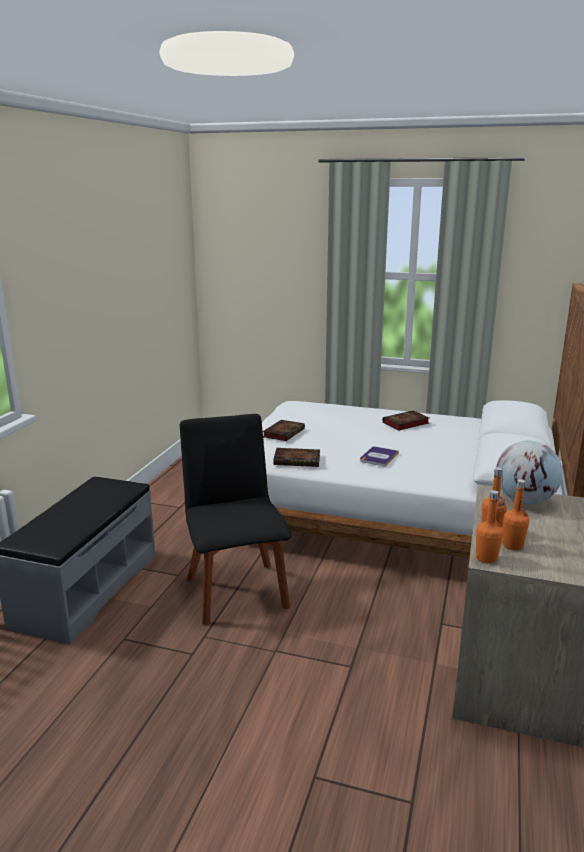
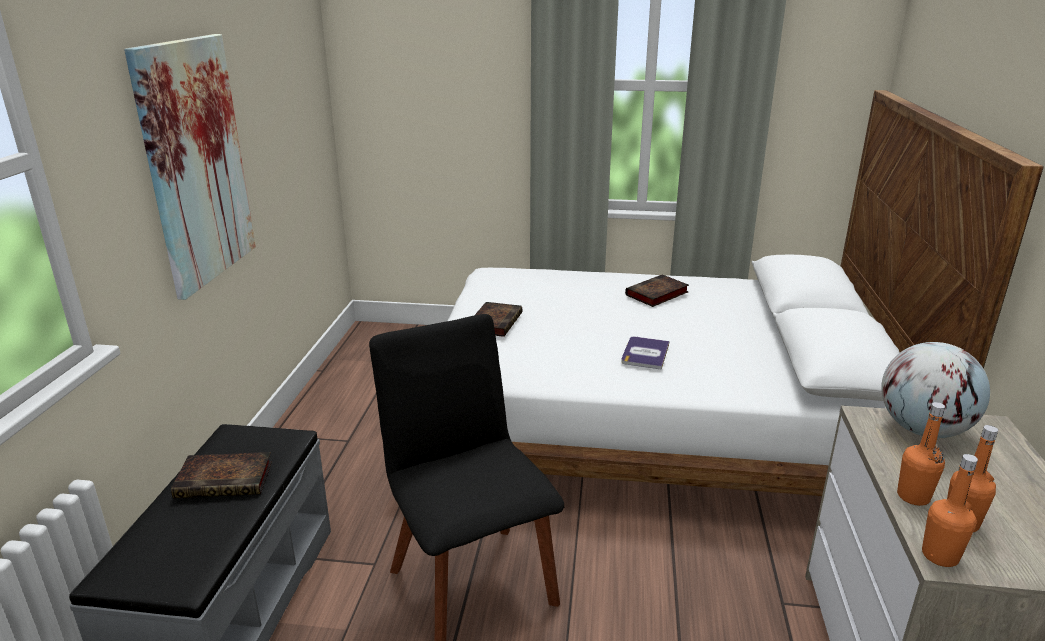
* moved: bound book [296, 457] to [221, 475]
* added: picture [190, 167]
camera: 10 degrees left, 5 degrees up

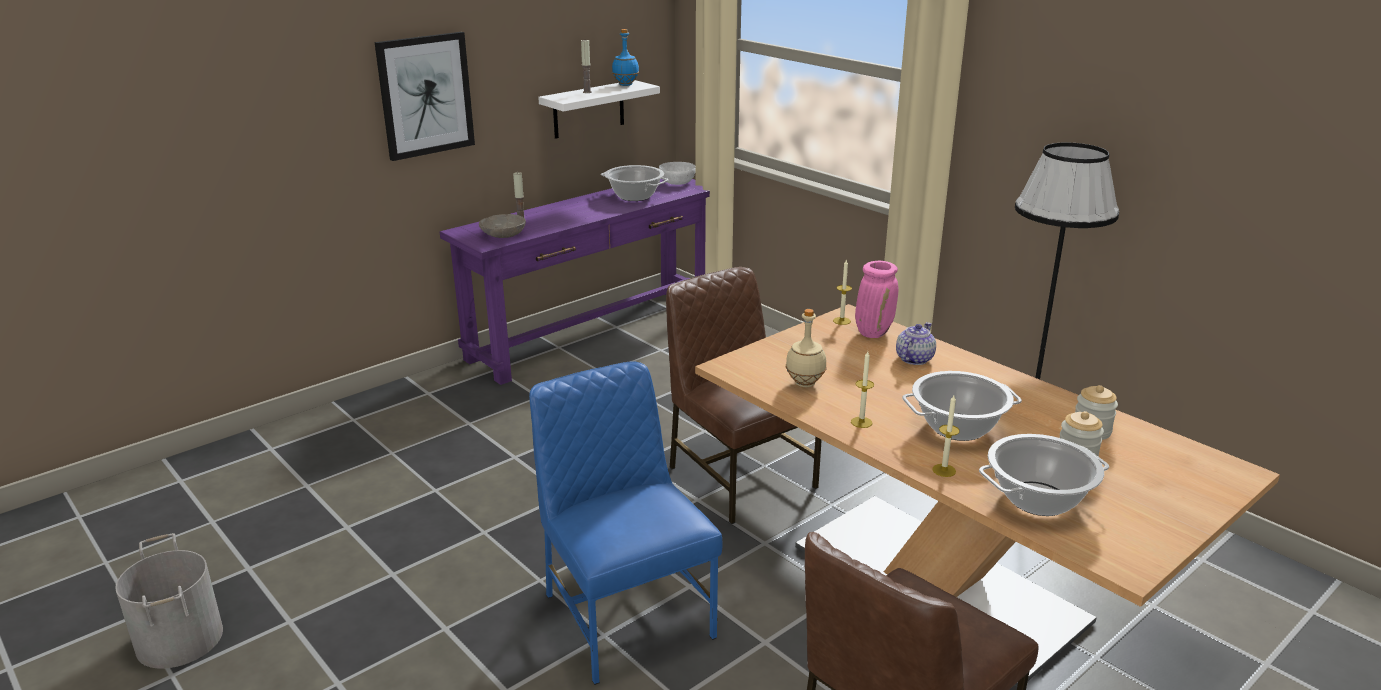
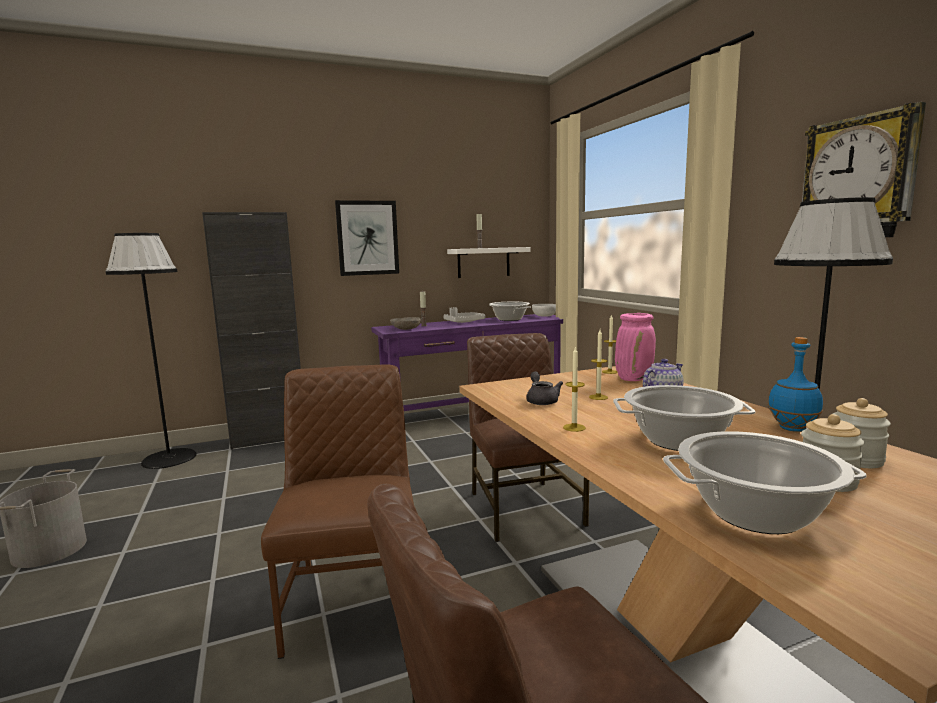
* moved: bluish beverage bottle [625, 57] to [795, 384]
* replaced: beige beverage bottle [806, 348] to grey tea pot [544, 388]
* recoloured: bluish upright chair [625, 523] to brownish upright chair [337, 511]
* moved: candle [946, 436] to [598, 365]
* added: hanging clock [864, 169]
* added: black-coloured cupboard [251, 331]
* added: black-coloured floor lamp [151, 351]
* added: grey carrying tray [464, 315]
camera: 20 degrees right, 15 degrees down

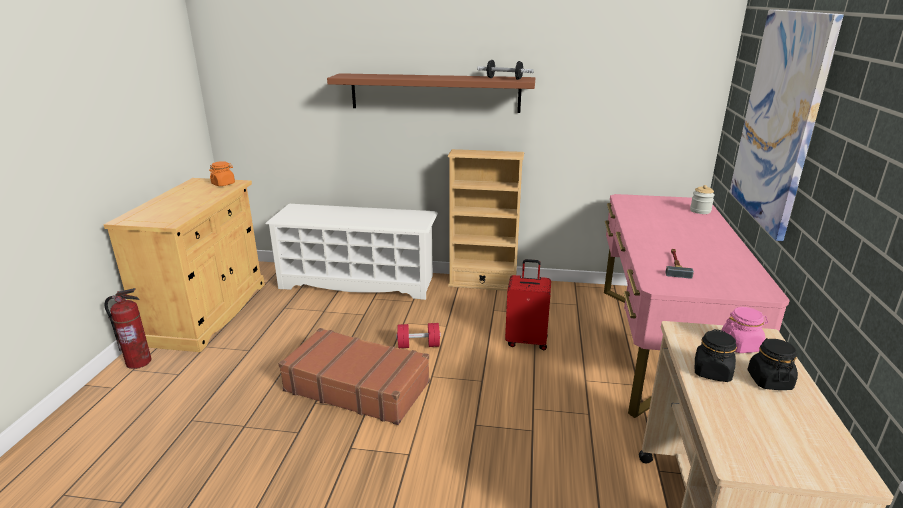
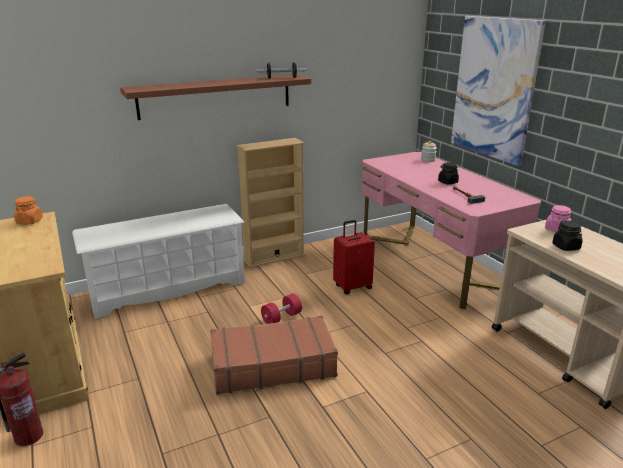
* moved: black-coloured storage jar [773, 364] to [448, 174]
camera: 35 degrees left, 0 degrees up

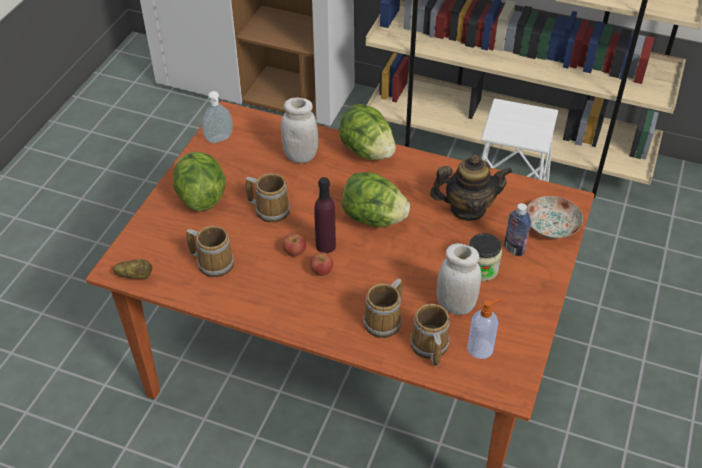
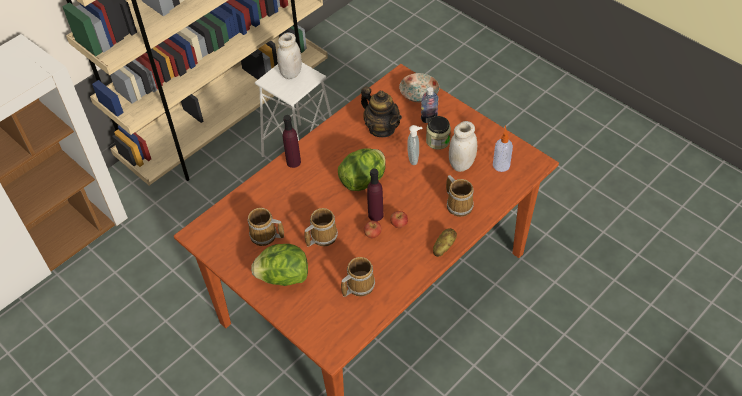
* moved: soap bottle [217, 117] to [414, 145]
* moved: white-coloured storage jar [299, 130] to [289, 56]
* replaced: head of lettuce [367, 132] to purple beverage bottle [292, 141]
* turned: tea pot [471, 187] = [381, 111] 120 degrees clockwise
* moved: potato [132, 269] to [445, 242]
* moved: mug [430, 335] to [265, 227]
camera: 65 degrees left, 5 degrees up

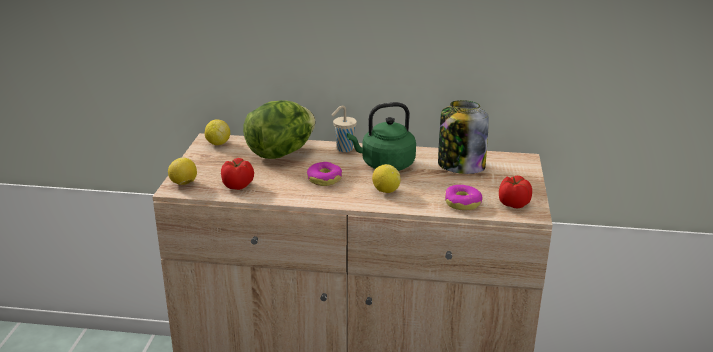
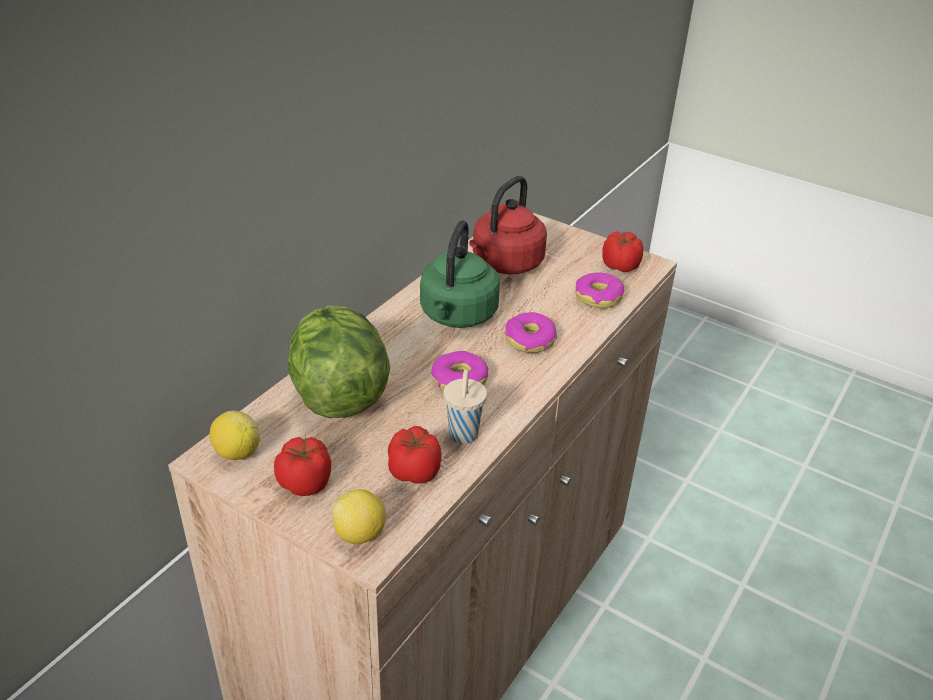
* replaced: storage jar [463, 137] to red-coloured water kettle [508, 225]
* moved: beige drinking cup [344, 128] to [465, 406]
* replaced: whole lemon [386, 178] to ring doughnut [531, 332]
* added: fresh tomato [302, 466]
camera: 65 degrees left, 10 degrees up

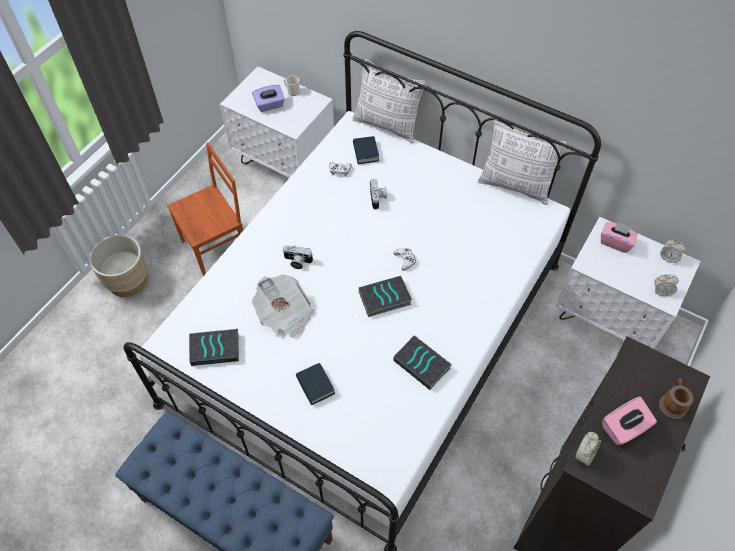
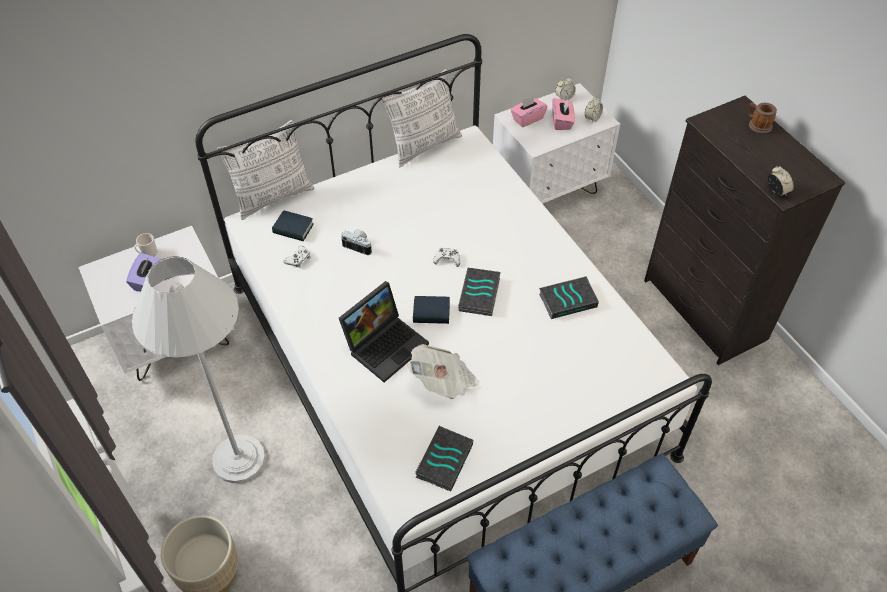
* replaced: brownish upright chair [205, 209] to white-coloured floor lamp [199, 369]
* replaced: still camera [297, 257] to laptop [384, 331]
* moved: bound book [315, 384] to [431, 310]
* moved: pinkish tissue box [629, 421] to [563, 114]
camera: 60 degrees left, 5 degrees down

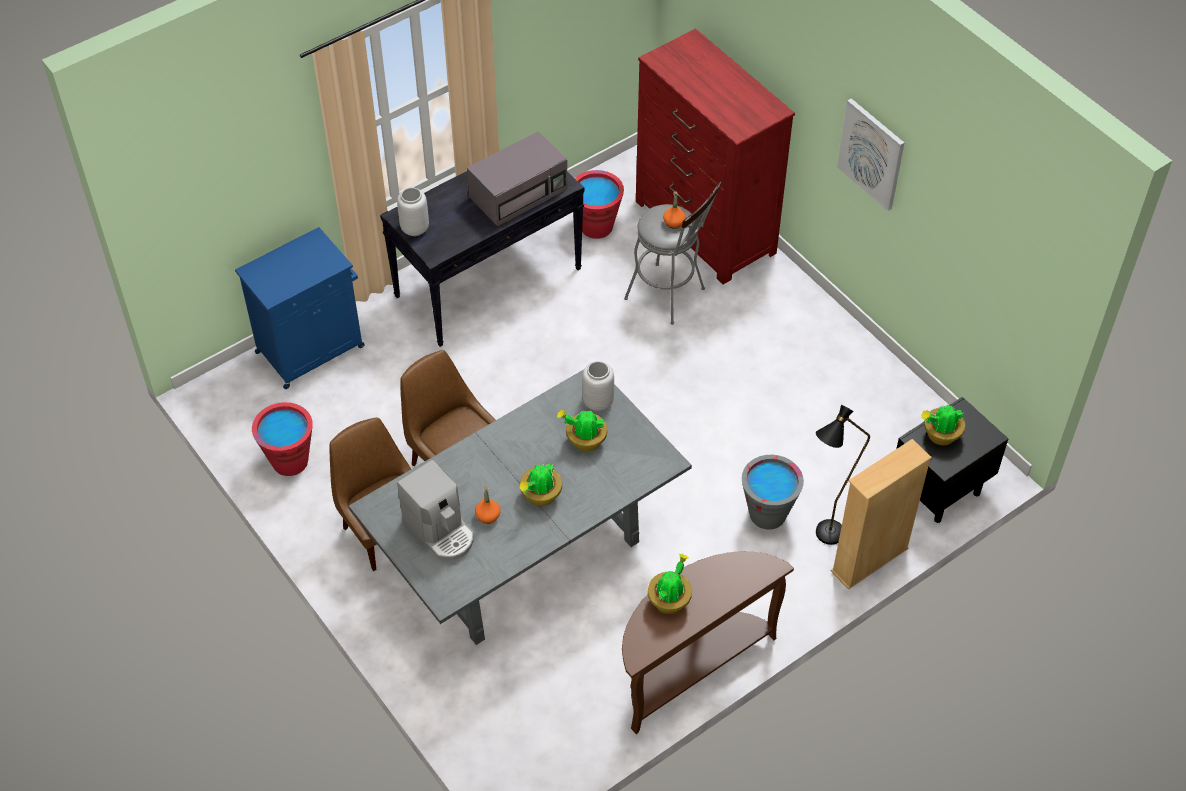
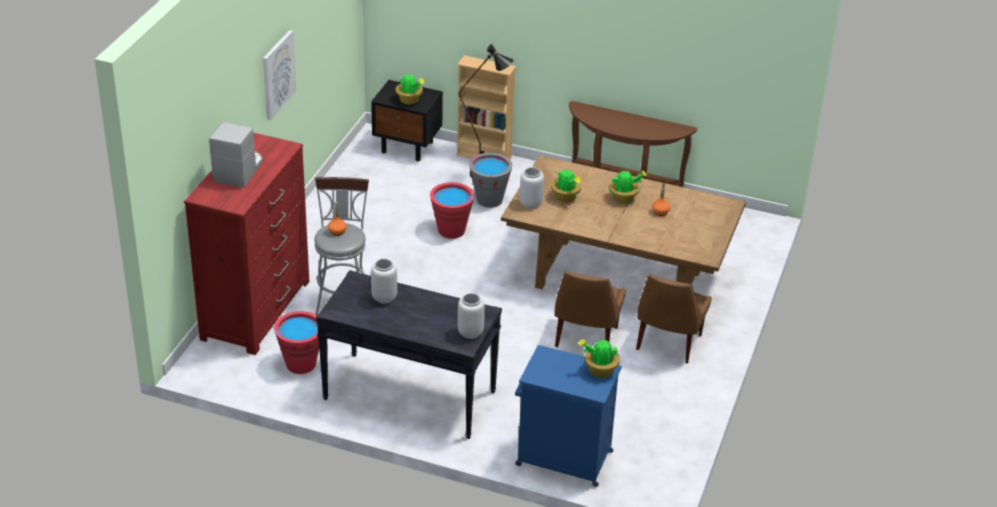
* replaced: grey kitchen microwave [517, 178] to grey vase [384, 281]
* recoloured: grey dinner table [520, 507] to brownish dinner table [623, 222]
* moved: red-coloured pail [282, 439] to [452, 210]
* moved: coffee brewer [435, 510] to [236, 155]
* moved: houseplant [670, 584] to [599, 358]
camera: 125 degrees left, 15 degrees down

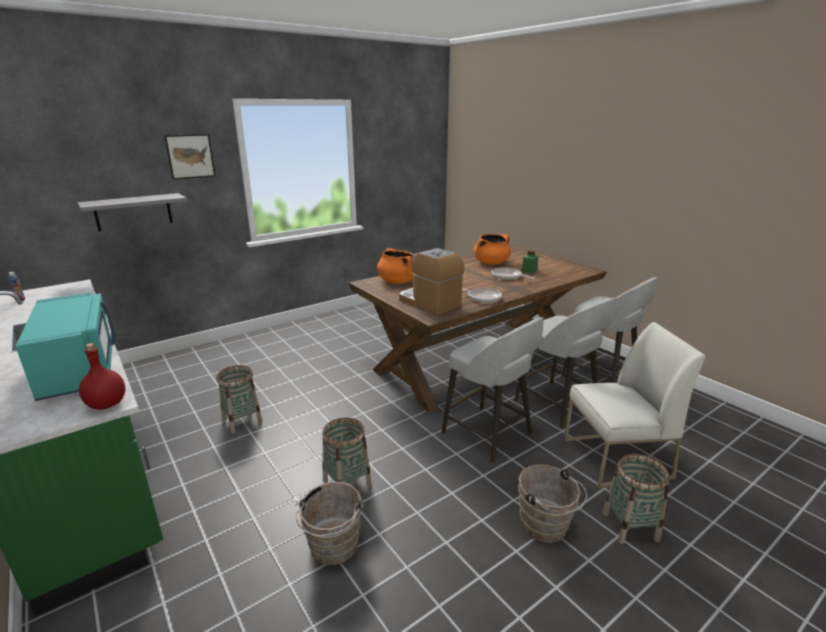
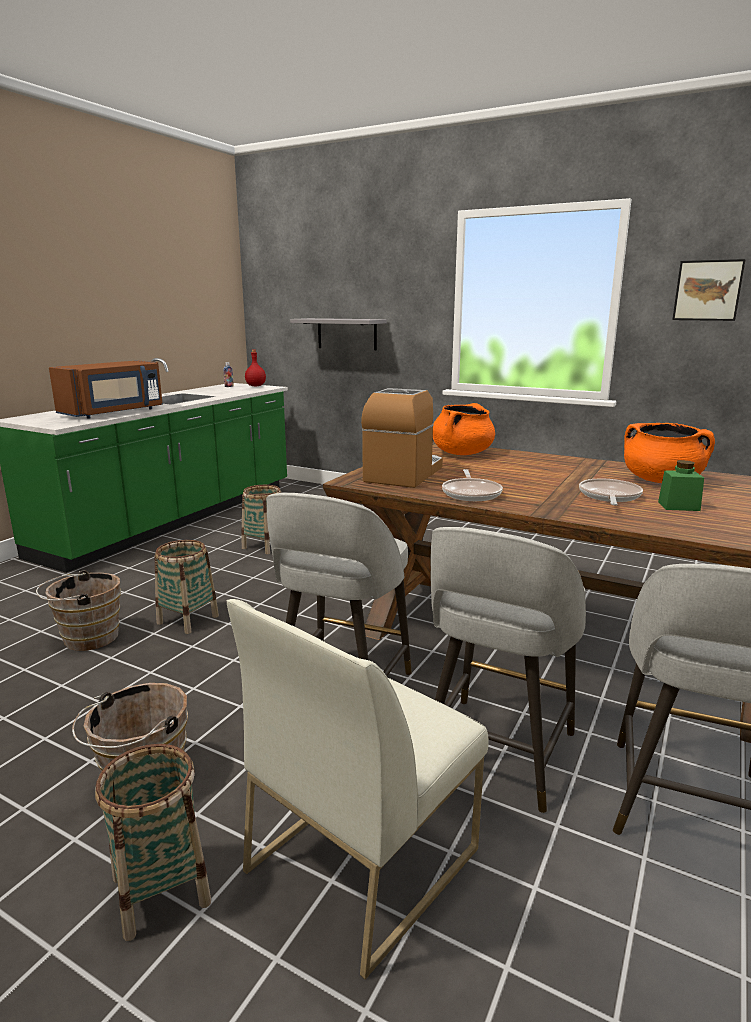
* moved: picture [190, 157] to [709, 290]
* recoloured: blue-green kitchen microwave [65, 347] to brownish kitchen microwave [106, 389]
* turned: white-coloured upright chair [635, 405] = [357, 789] 75 degrees clockwise
* moved: red-coloured beverage bottle [102, 376] to [255, 367]
camera: 65 degrees right, 5 degrees down

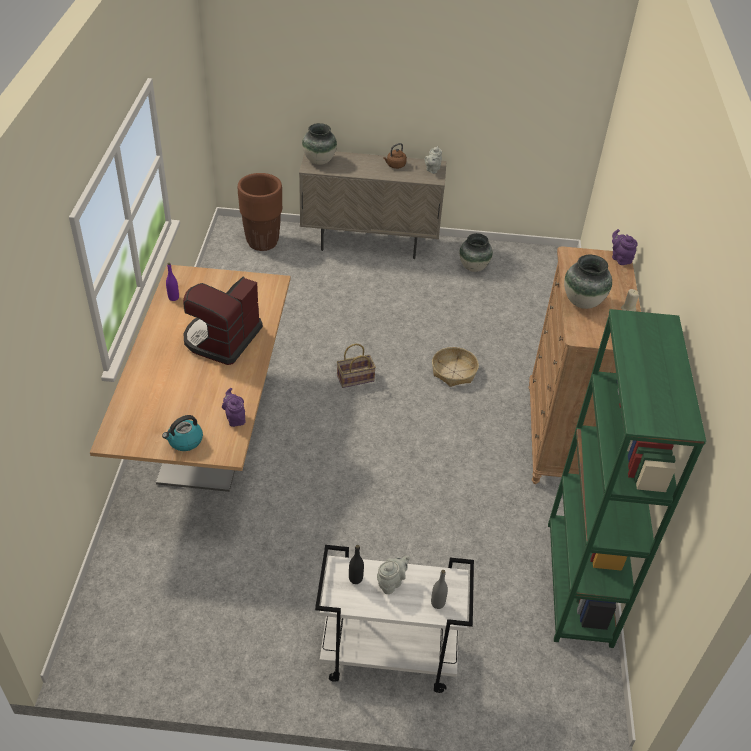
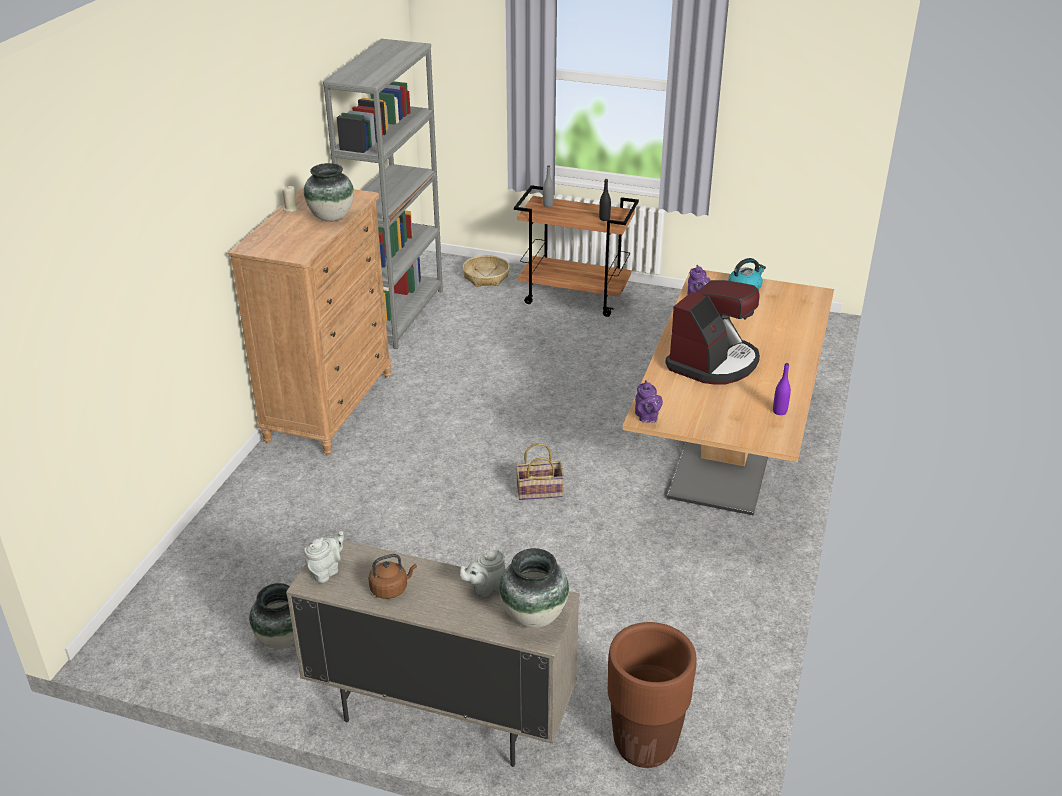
* moved: purple tea pot [625, 247] to [649, 401]
* recoloured: greenish bookcase [627, 478] to grey bookcase [383, 194]
* moved: storage basket [455, 367] to [486, 271]
* recoloured: white-coloured cart [394, 619] to brownish cart [576, 251]
* moved: grey tea pot [393, 574] to [482, 573]
camera: 165 degrees left, 10 degrees down

